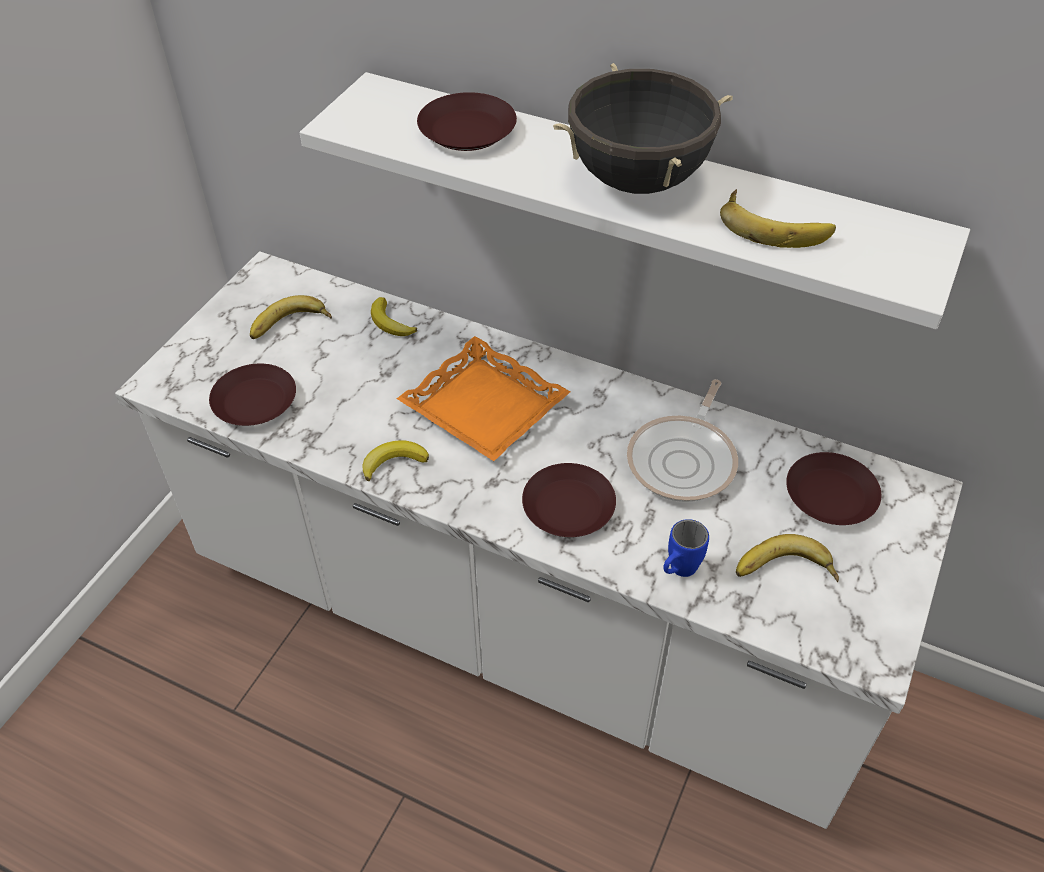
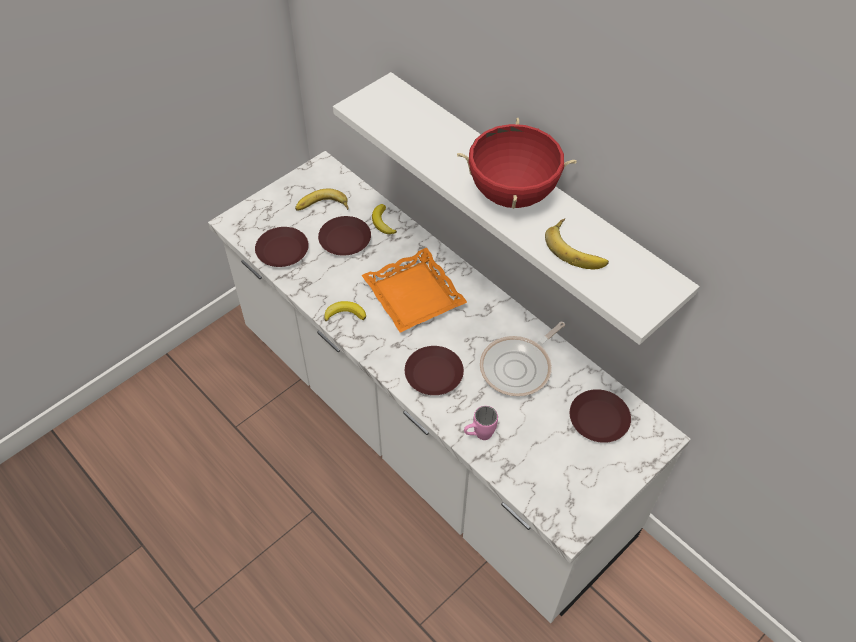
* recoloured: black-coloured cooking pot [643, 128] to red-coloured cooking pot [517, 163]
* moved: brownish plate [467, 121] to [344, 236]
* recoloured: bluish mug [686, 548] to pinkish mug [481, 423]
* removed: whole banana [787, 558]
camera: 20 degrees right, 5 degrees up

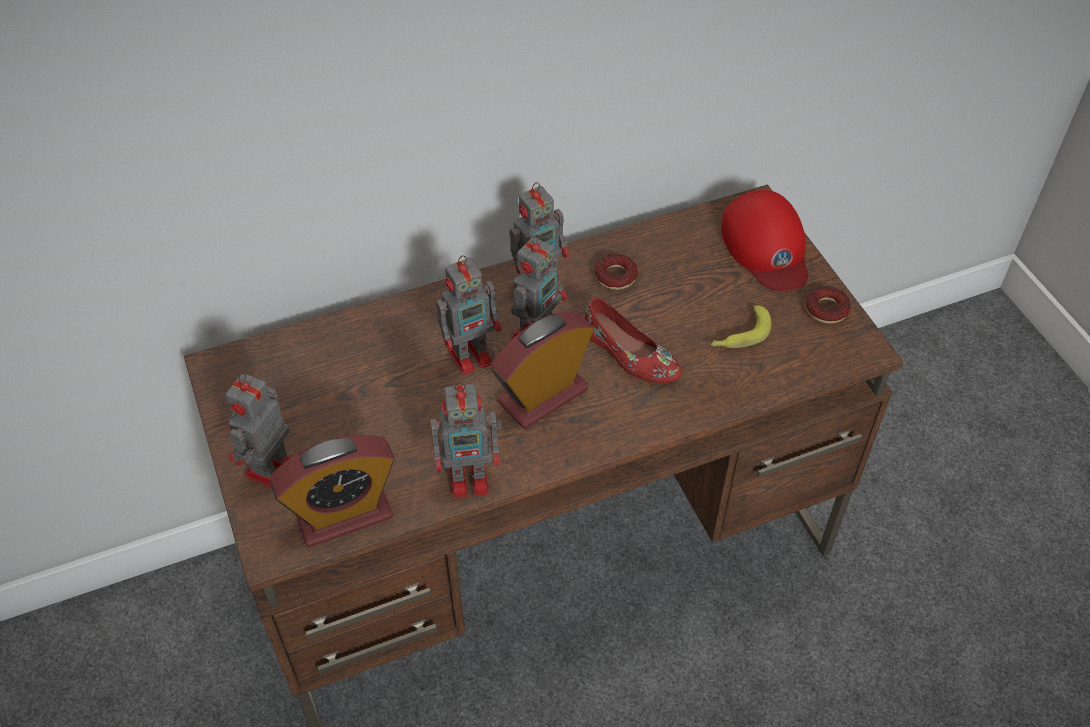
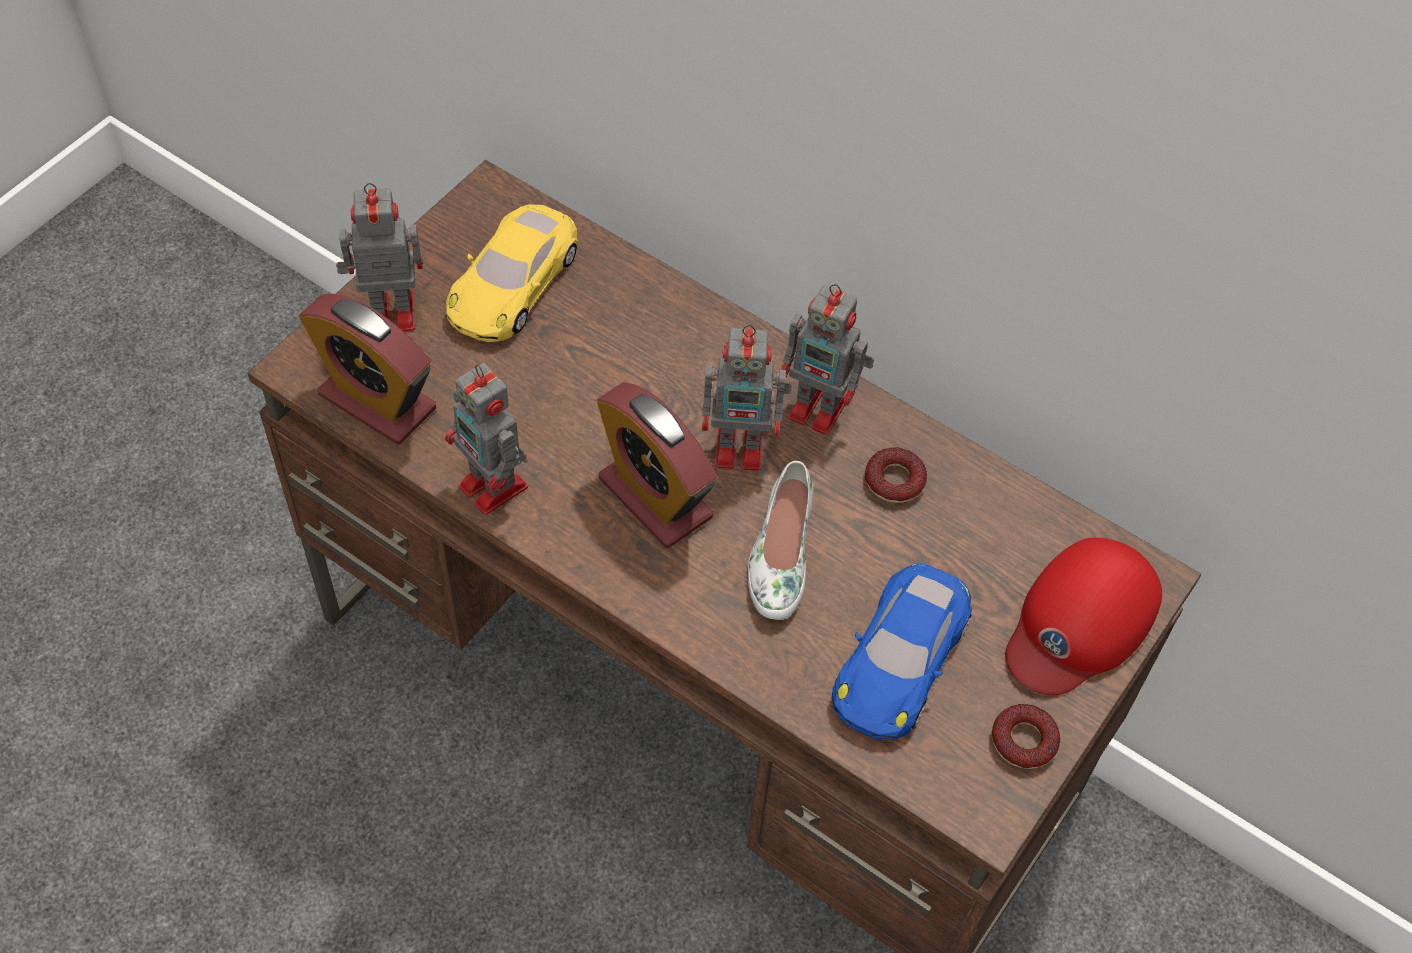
* removed: model robot [468, 315]
* recoloured: red-coloured low shoe [633, 340] to white-coloured low shoe [780, 540]
* replaced: whole banana [741, 326] to bluish toy car [902, 651]
* turned: bedside clock [542, 370] = [657, 465] 150 degrees counterclockwise
* added: yellow toy car [512, 273]
camera: 55 degrees right, 5 degrees up

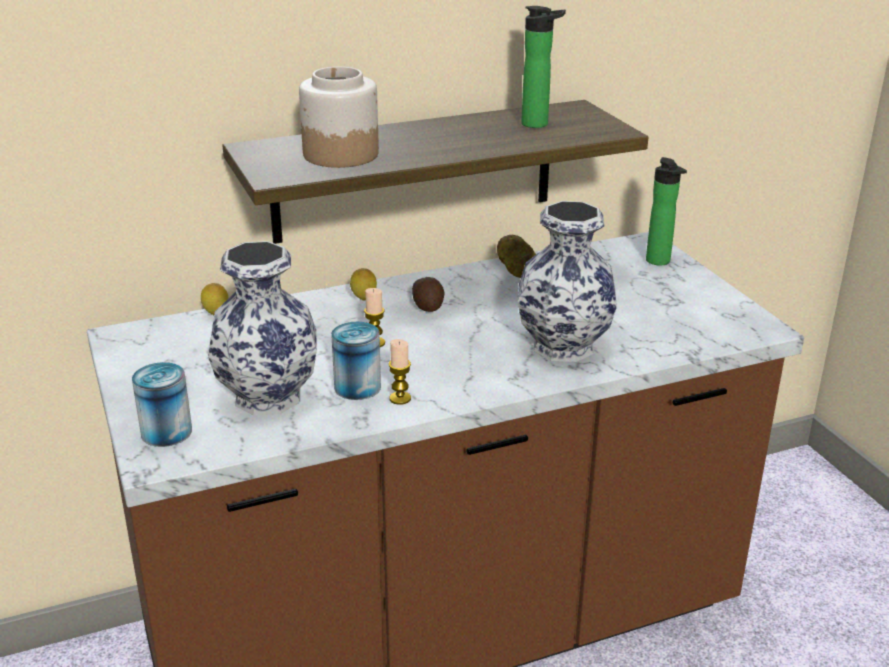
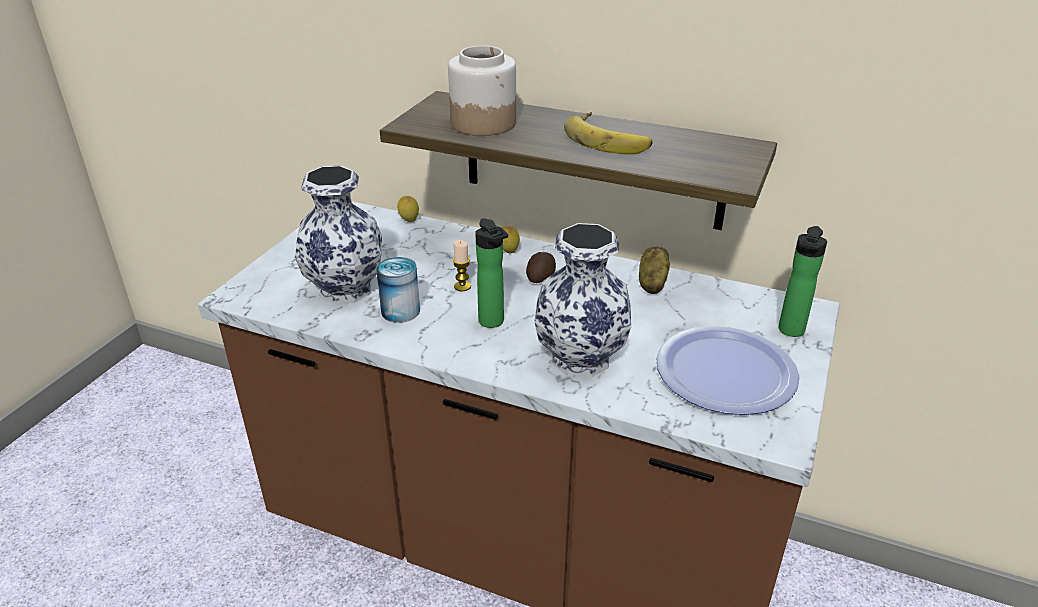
* moved: beverage bottle [543, 67] to [491, 273]
* removed: candle [399, 372]
* removed: can [162, 404]
* added: whole banana [608, 133]
* added: plate [728, 370]
camera: 45 degrees right, 5 degrees up

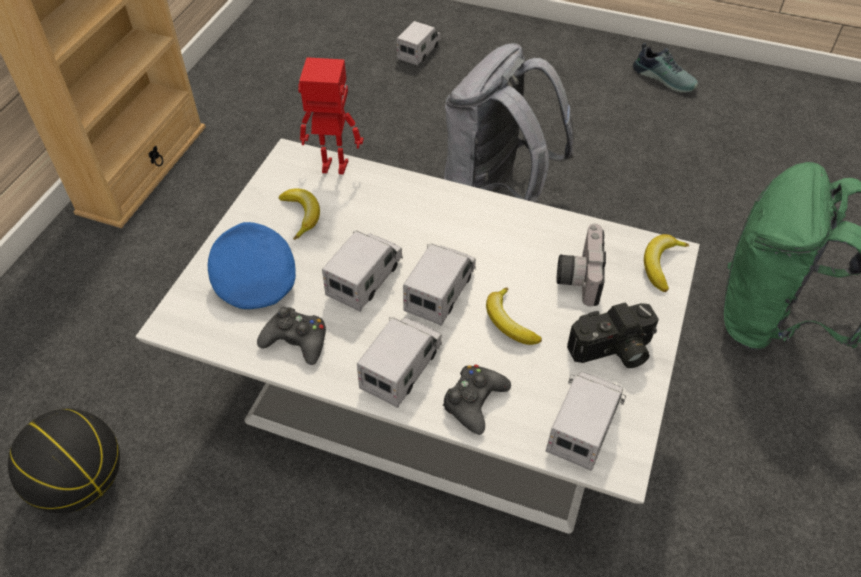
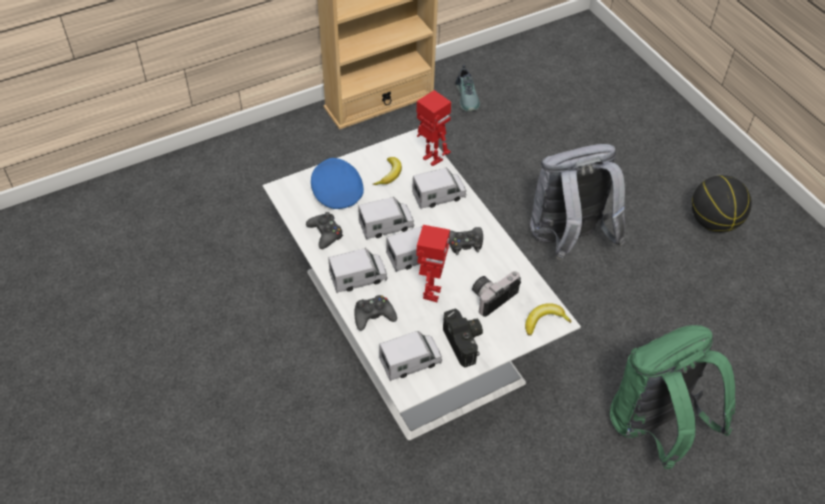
* moved: model truck [418, 43] to [439, 188]
* moved: low shoe [665, 68] to [468, 88]
* turned: bluish baseball cap [252, 265] = [337, 183] 45 degrees counterclockwise
* replaced: whole banana [514, 316] to model robot [433, 263]
* turned: still camera [613, 335] = [463, 338] 135 degrees counterclockwise
* moved: basketball [64, 461] to [722, 203]
* added: black-coloured joypad [465, 241]
camera: 40 degrees right, 0 degrees up

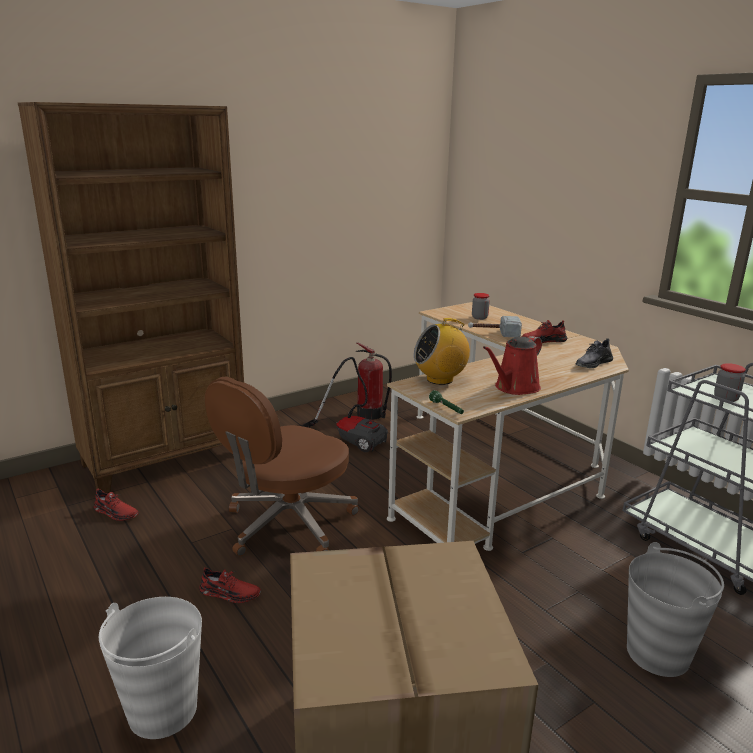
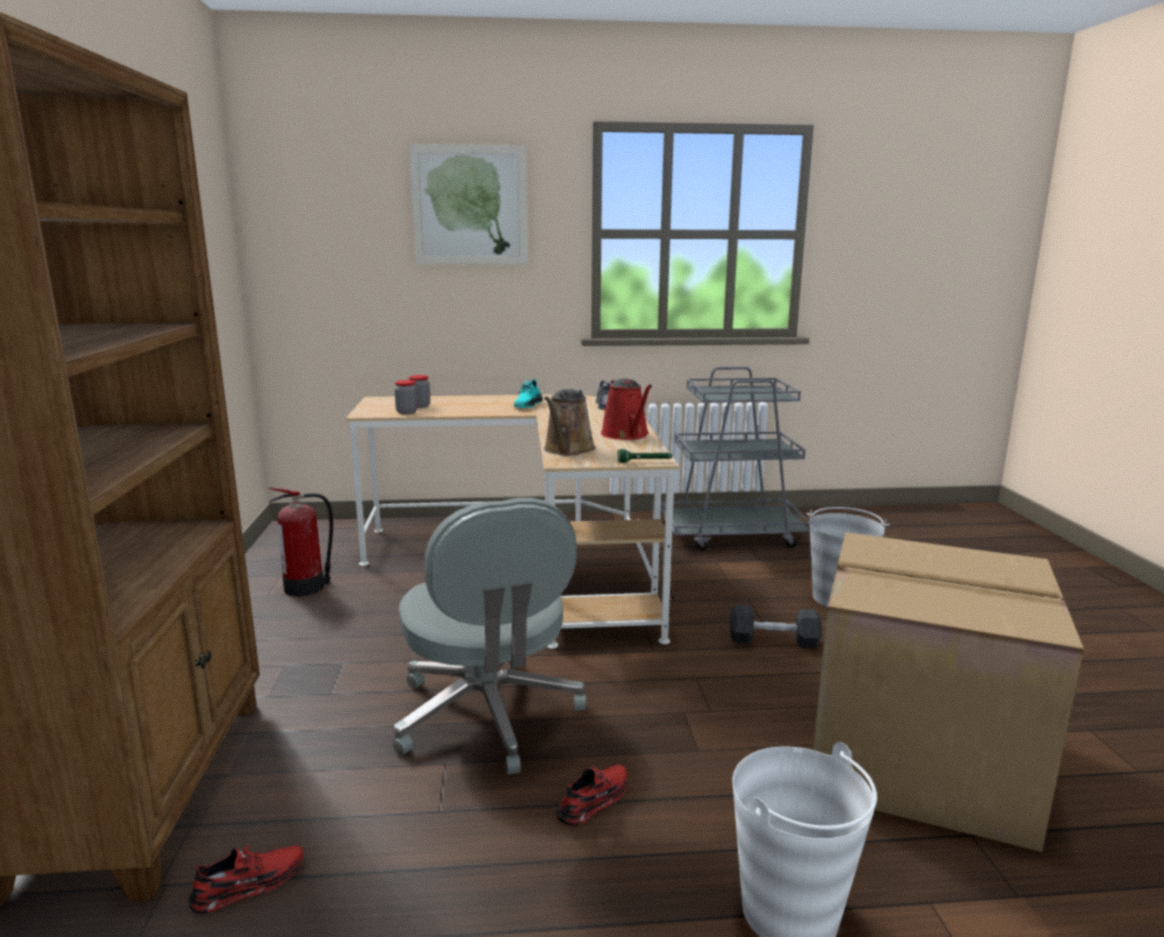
* removed: hand hammer [495, 326]
* replaced: radio [442, 351] to brownish watering pot [569, 422]
* recoloured: red-coloured low shoe [544, 331] to blue-green low shoe [528, 393]
* removed: hoover [345, 404]
* moved: storage jar [730, 382] to [406, 397]
* recoloured: brownish computer chair [282, 466] to grey computer chair [489, 636]
* added: picture [468, 204]
* added: grey dumbbell [775, 626]
camera: 60 degrees left, 5 degrees down

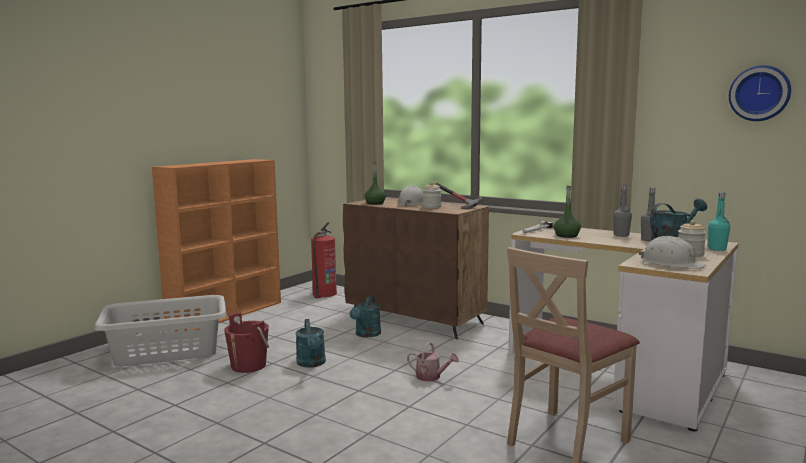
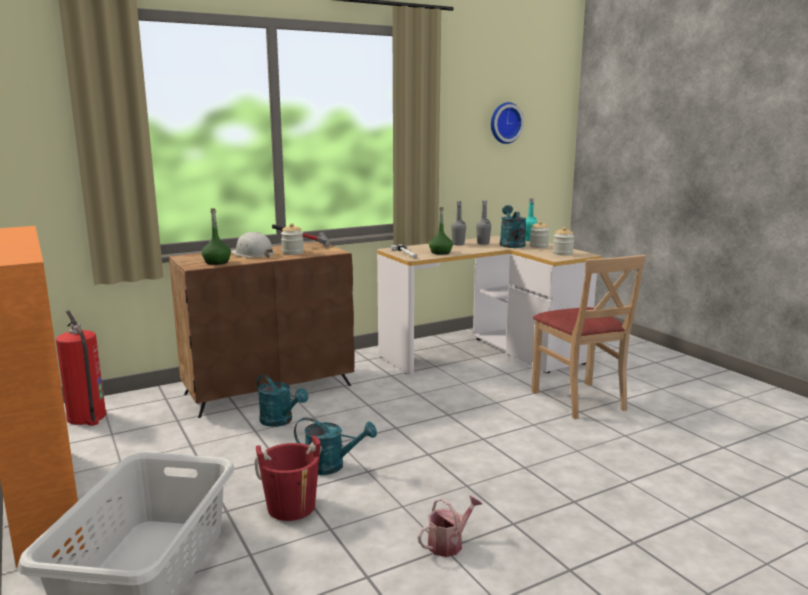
* replaced: white-coloured hard hat [672, 252] to storage jar [563, 241]
* moved: watering pot [433, 362] to [450, 526]
camera: 65 degrees left, 5 degrees up

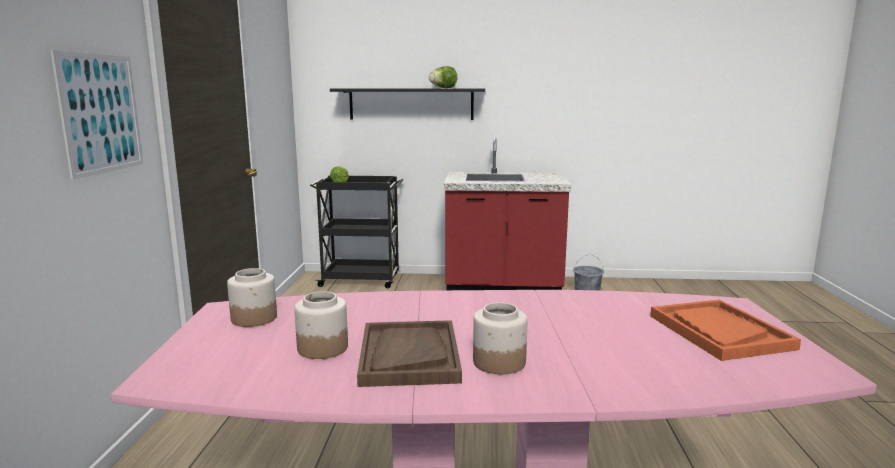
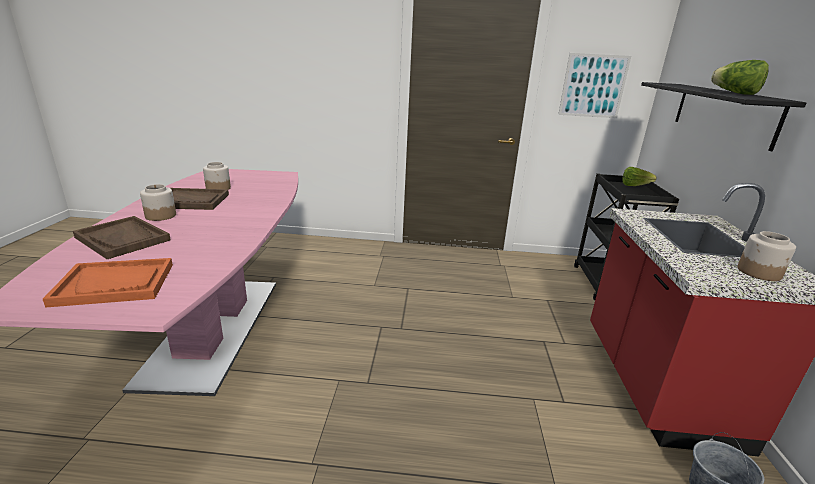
* moved: picture [96, 115] to [594, 85]
* moved: storage jar [252, 297] to [766, 256]
* added: brownish carrying tray [122, 237]
camera: 90 degrees right, 10 degrees up

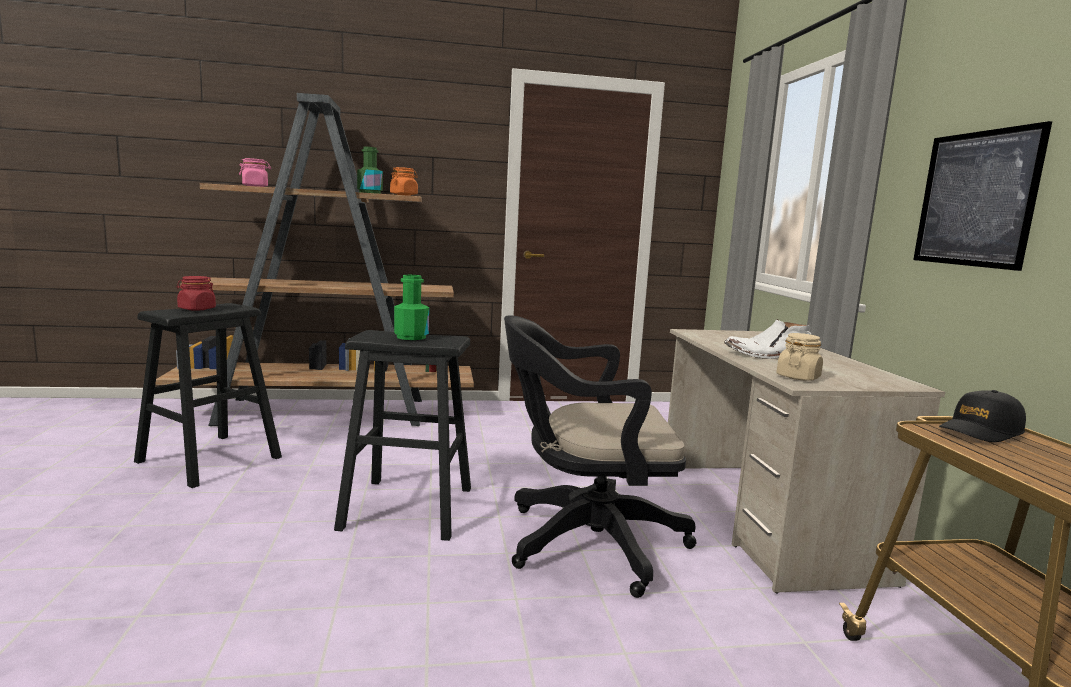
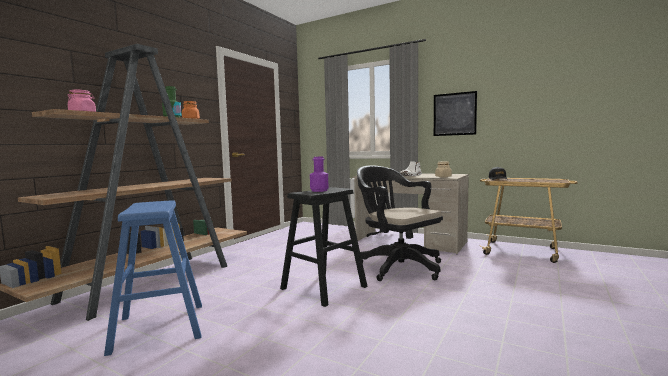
* recoloured: greenish beverage bottle [411, 307] to purple beverage bottle [319, 174]
* removed: red-coloured storage jar [196, 293]
* recoloured: black-coloured stool seat [208, 395] to bluish stool seat [153, 278]
* turned: black-coloured computer chair [600, 456] = [400, 223] 105 degrees clockwise
camera: 50 degrees left, 5 degrees down

